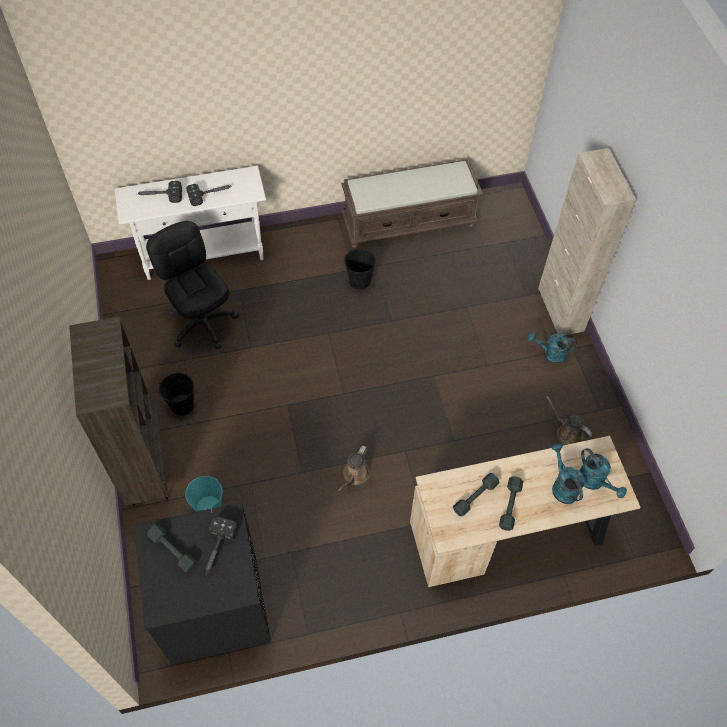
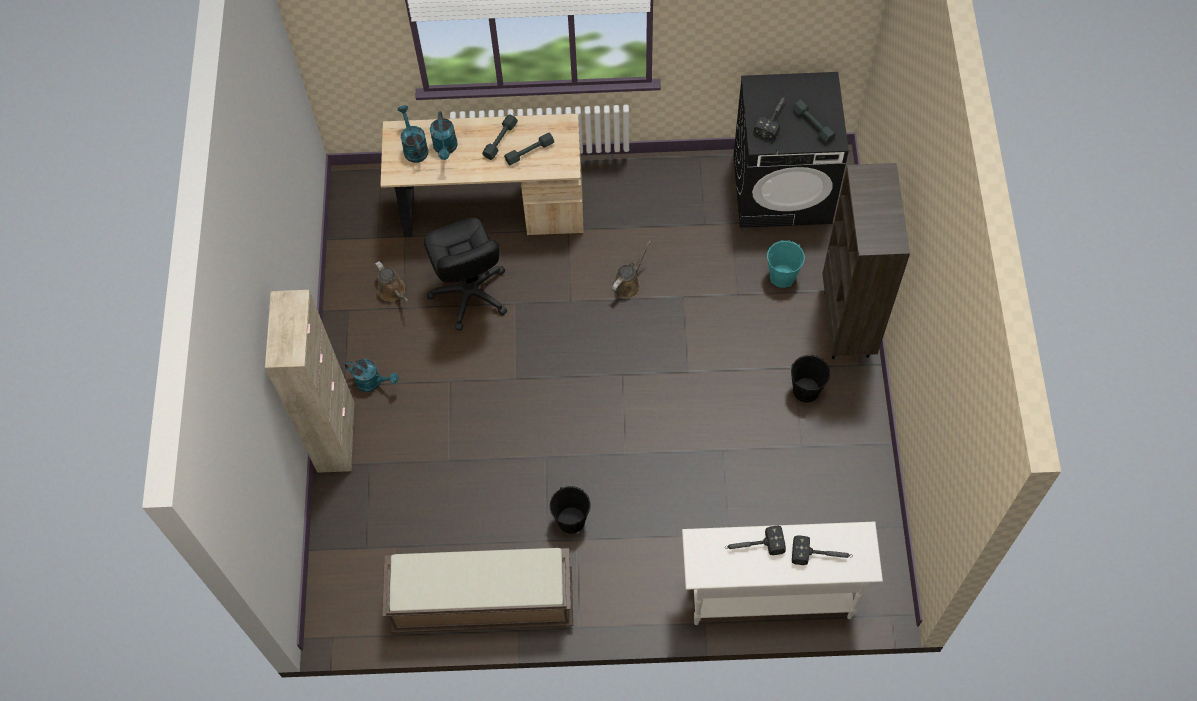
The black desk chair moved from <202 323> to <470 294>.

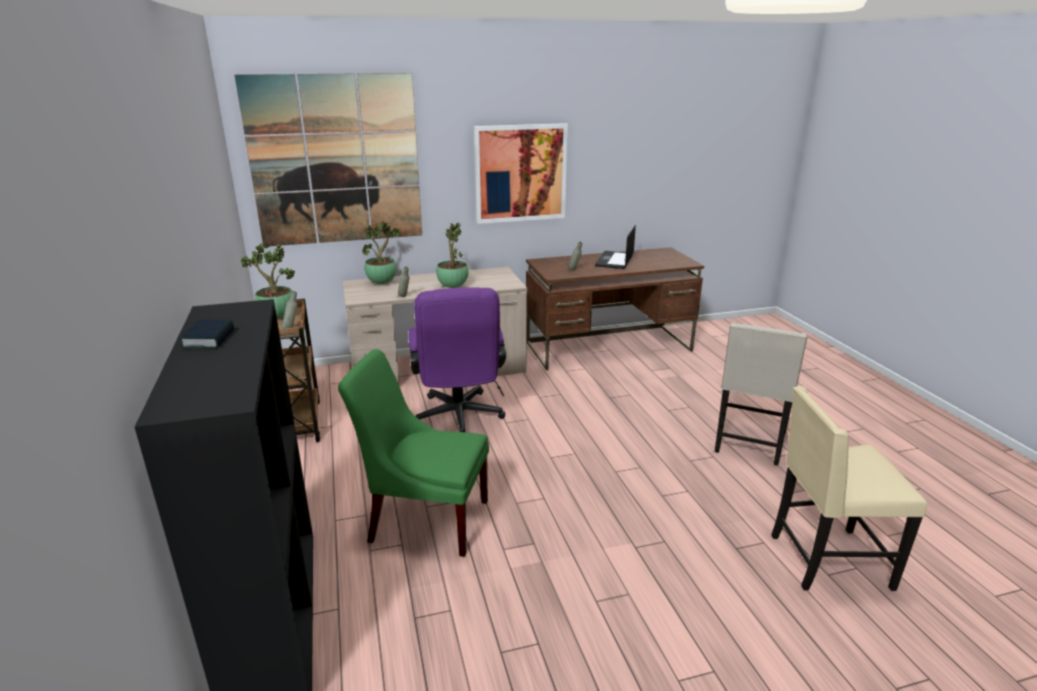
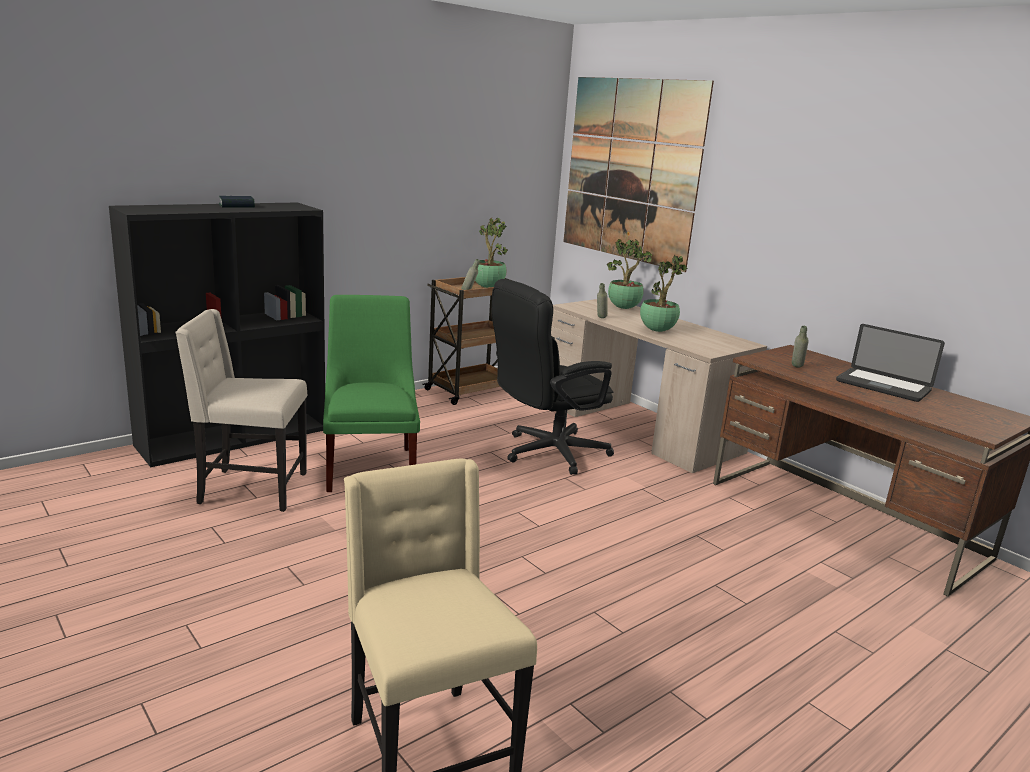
The sand-coloured plain chair moved from <749 442> to <250 489>.
The purple desk chair at <459 419> became the black desk chair at <546 453>.
The portable computer at <614 261> turned 135 degrees counterclockwise.
The picture at <520 173> disappeared.

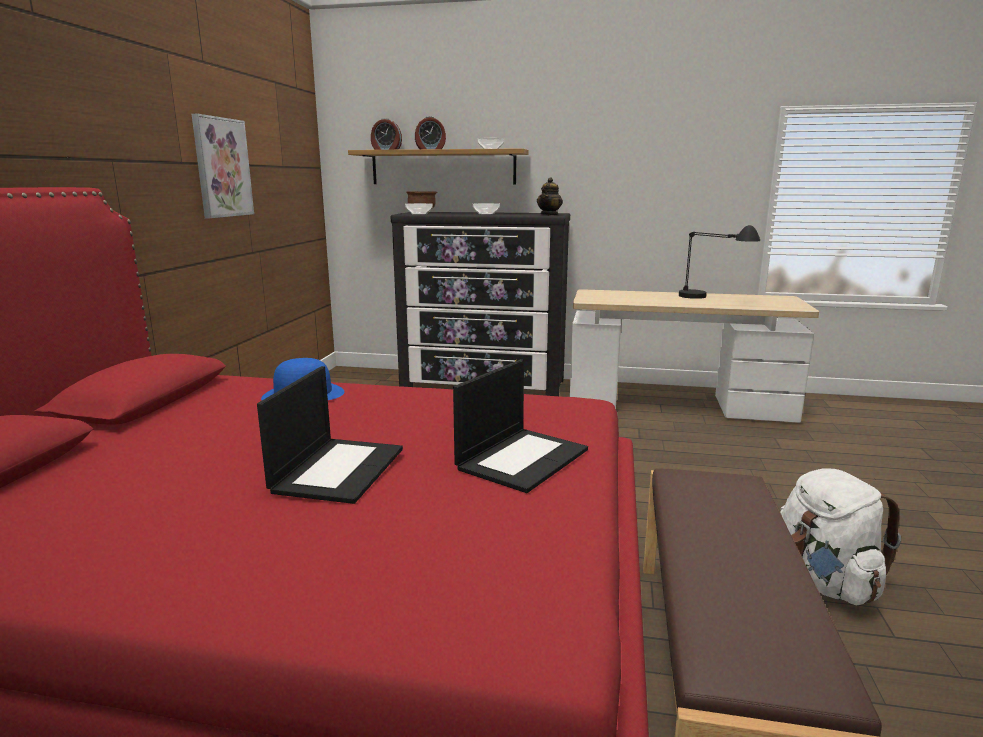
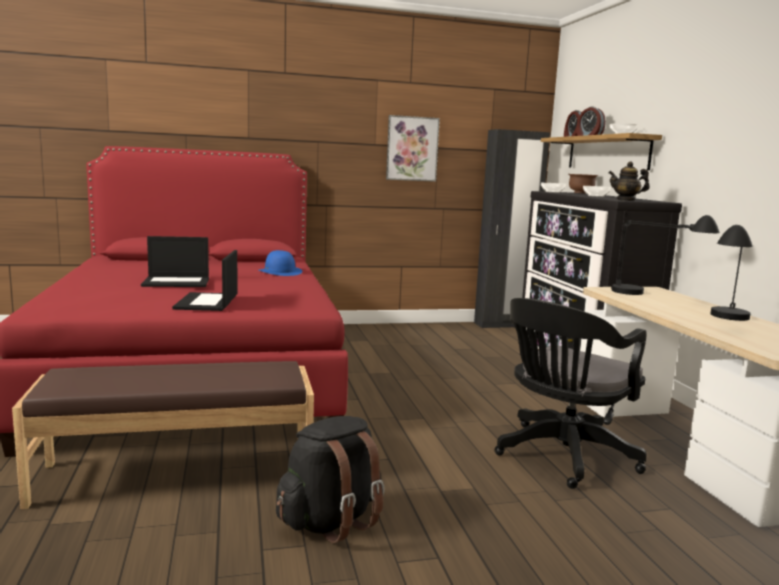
The portable computer at <522 458> turned 75 degrees clockwise.
The whitish backpack at <824 582> became the black backpack at <331 521>.
The black armoire at <502 325> appeared.
The black desk chair at <562 457> appeared.
The black lamp for a table at <654 296> appeared.

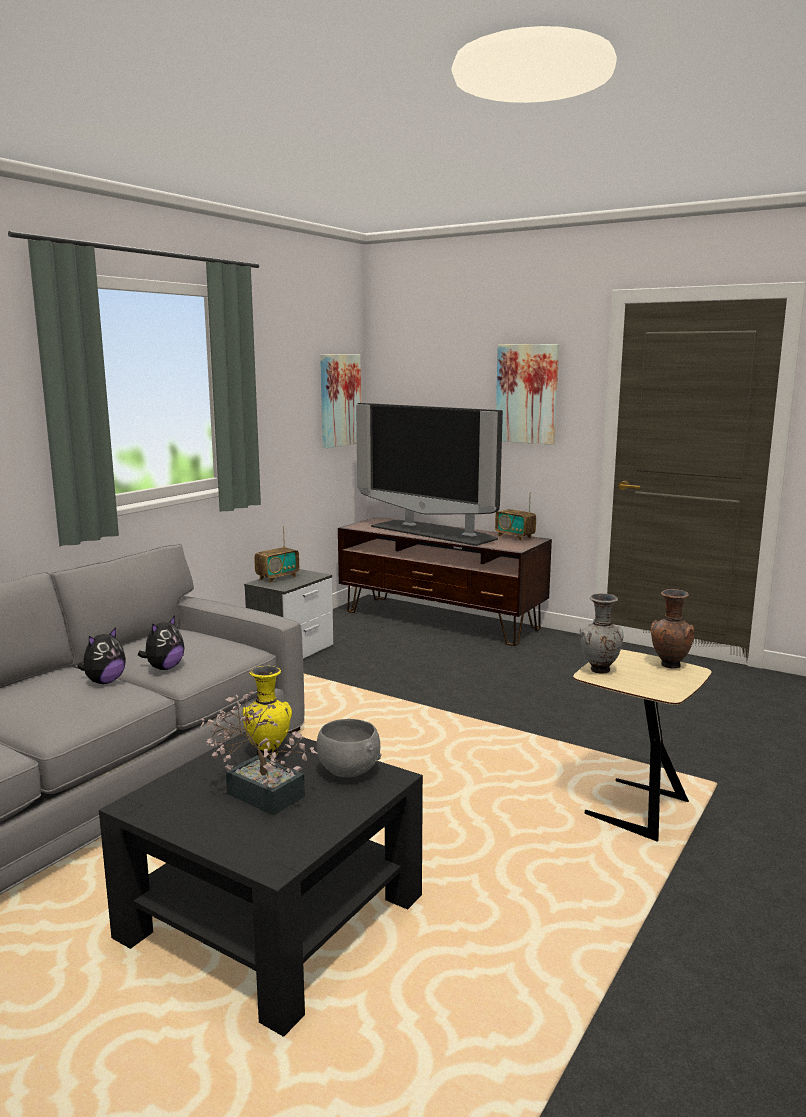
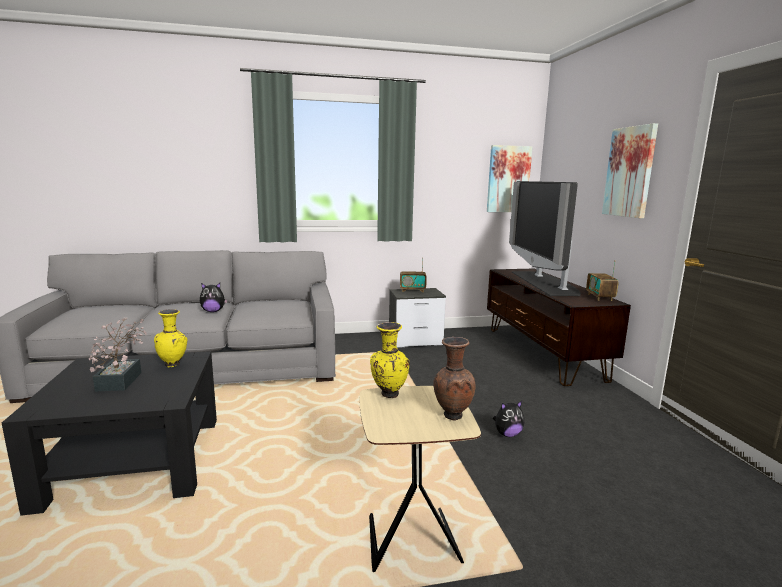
The gray decorative vase at <599 671> became the yellow-coloured decorative vase at <388 394>.
The plush toy moved from <164 668> to <507 434>.
The gray bowl at <348 771> disappeared.

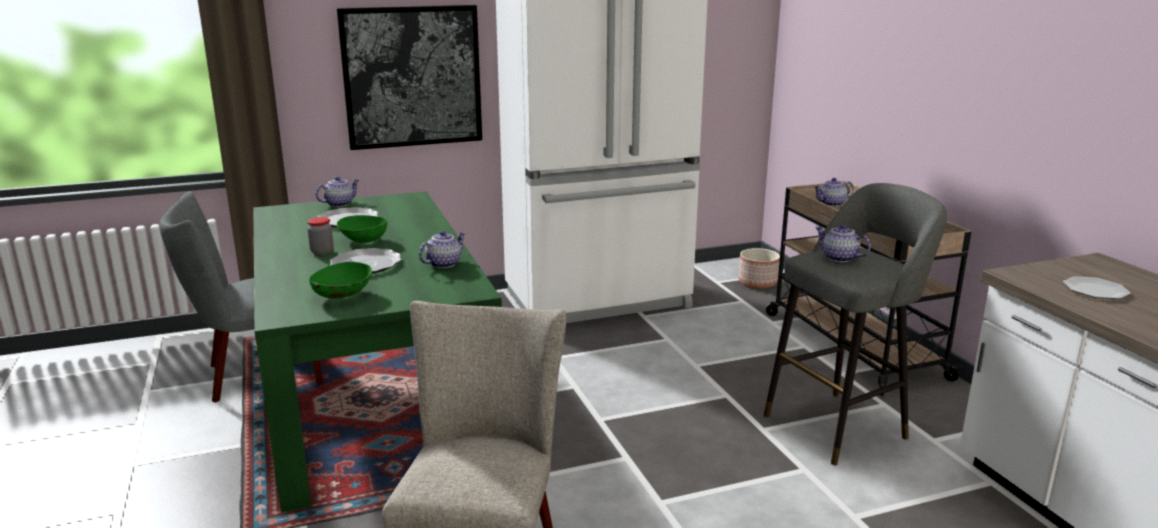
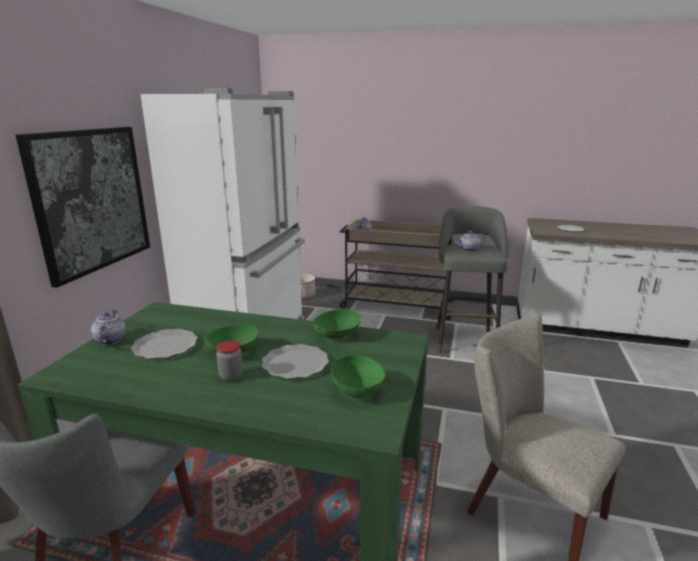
The teapot at <443 264> was replaced by the green-coloured bowl at <337 336>.

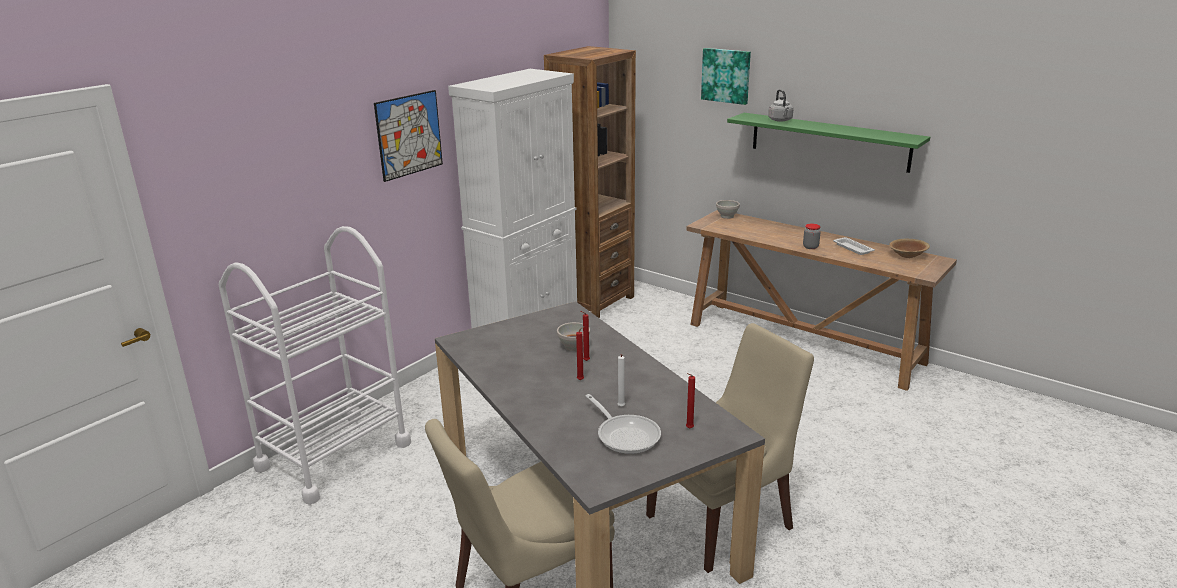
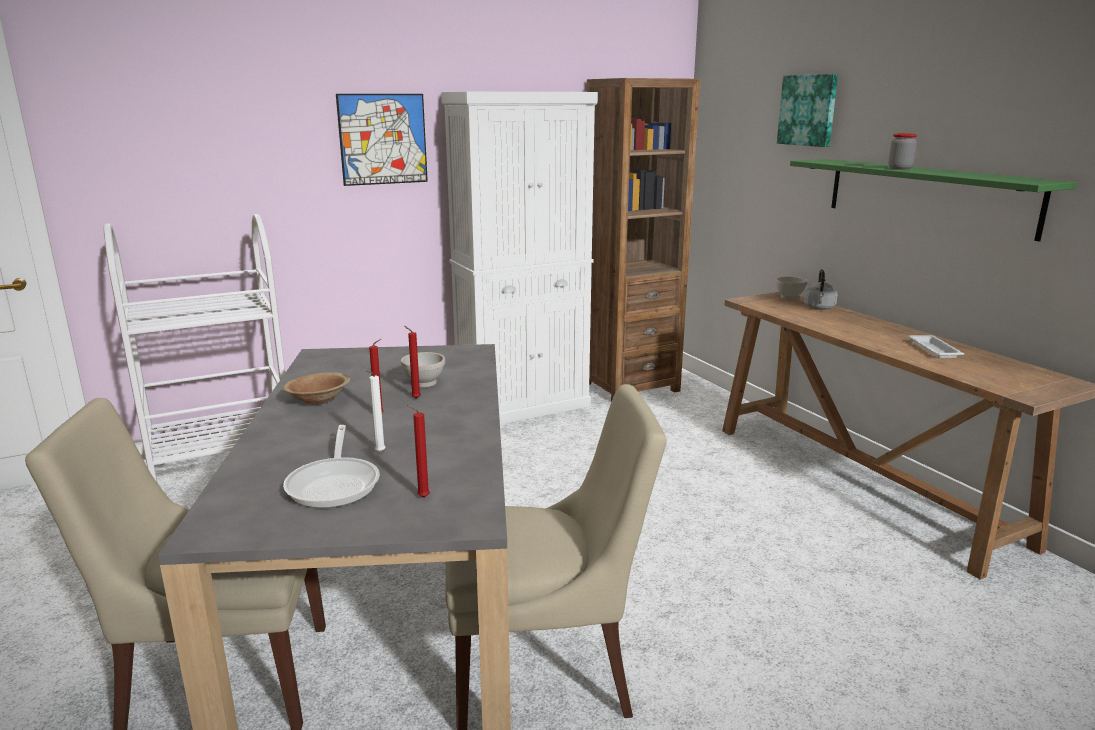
The brownish bowl moved from <907 255> to <318 400>.
The gray water kettle moved from <780 120> to <819 308>.
The storage jar moved from <810 247> to <900 168>.

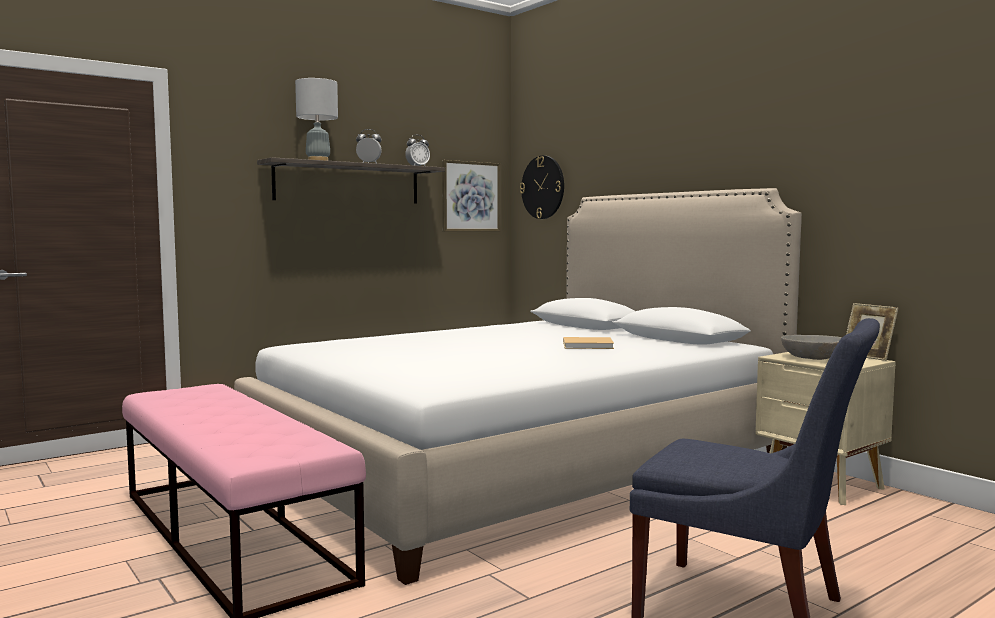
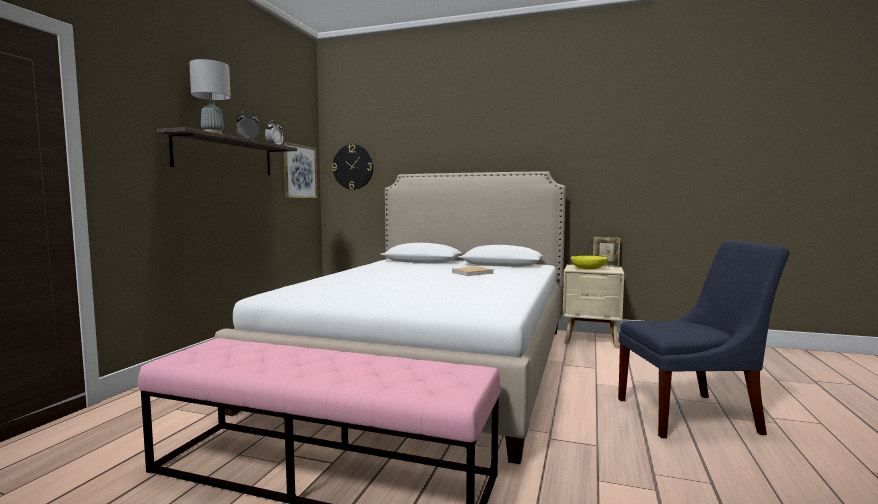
The gray bowl at <813 358> became the yellow-coloured bowl at <588 268>.

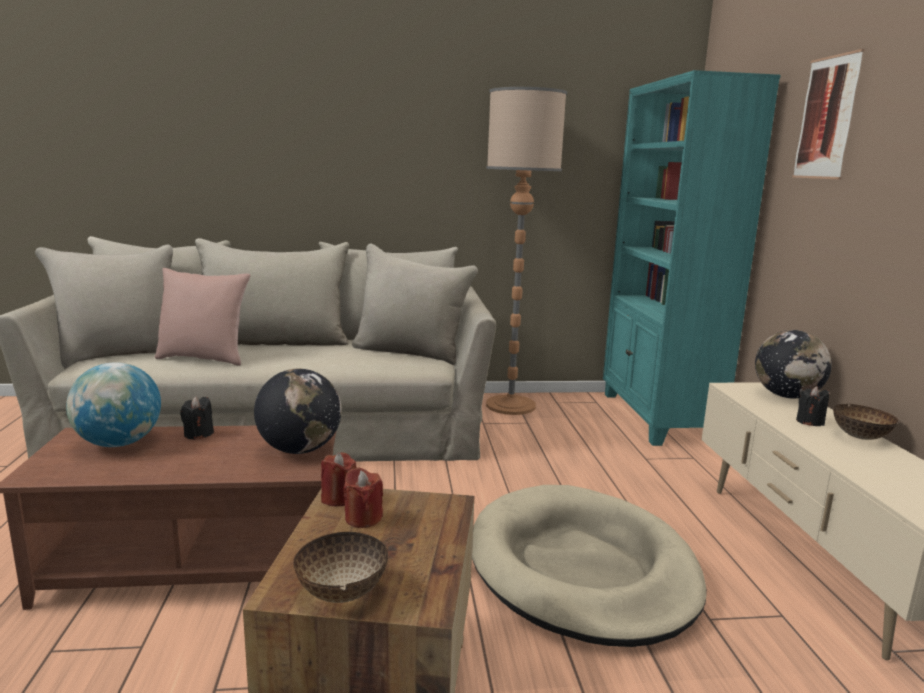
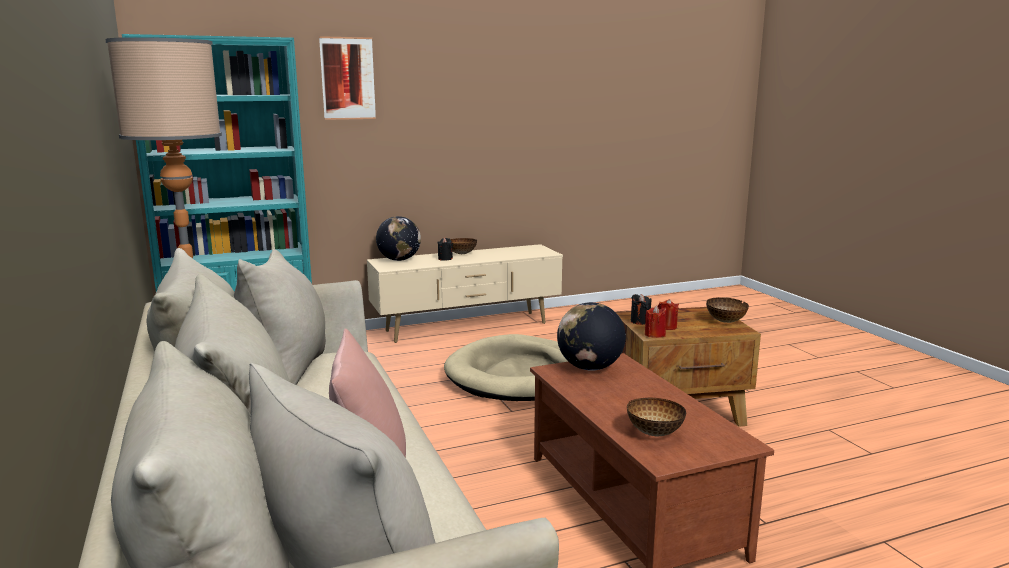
The world globe at <119 443> was replaced by the bowl at <655 433>.
The black wax candle moved from <198 434> to <640 321>.

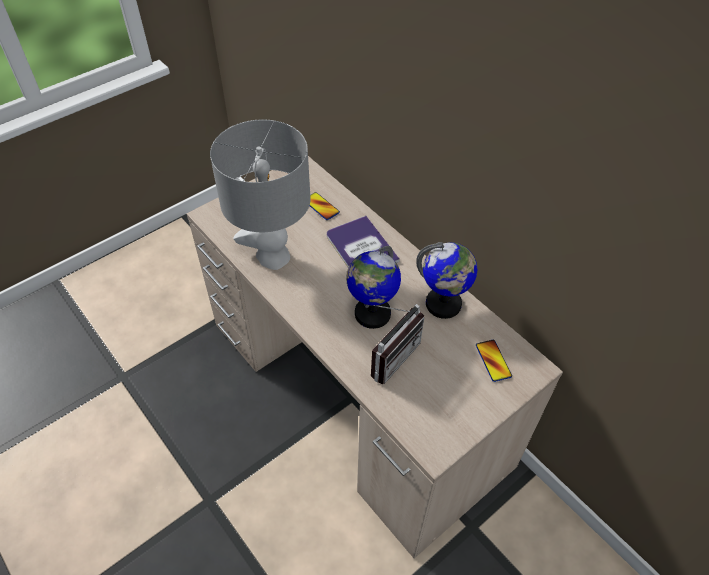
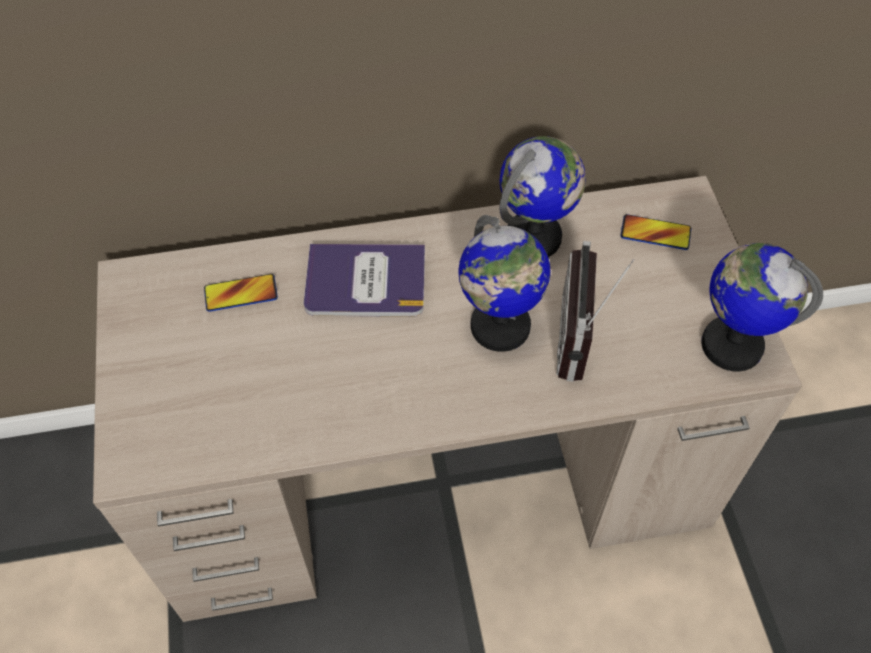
The radio receiver at <389 355> turned 150 degrees counterclockwise.
The world globe at <731 344> appeared.
The gray lamp for a table at <272 256> disappeared.

